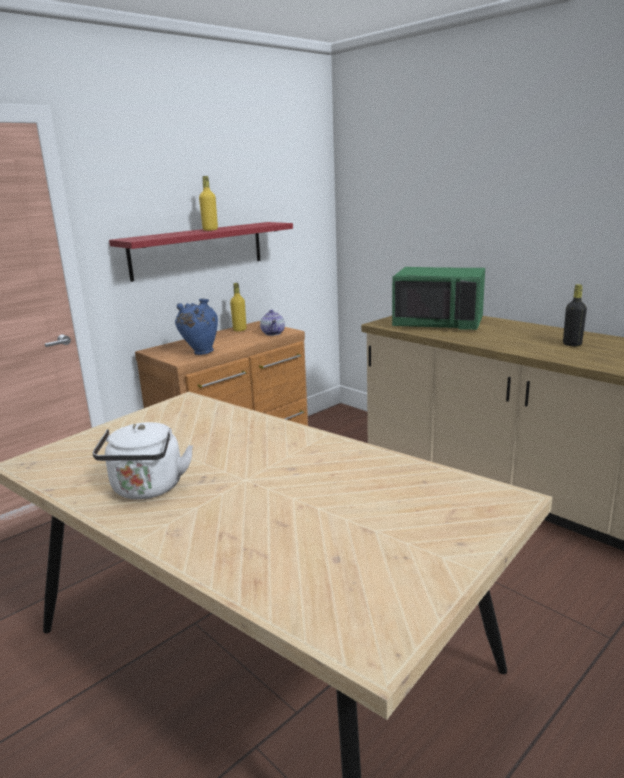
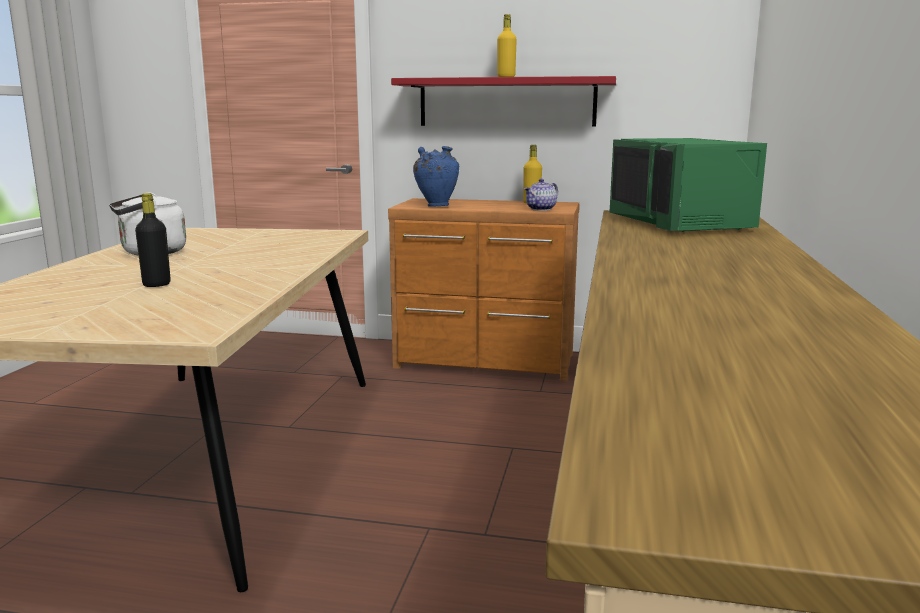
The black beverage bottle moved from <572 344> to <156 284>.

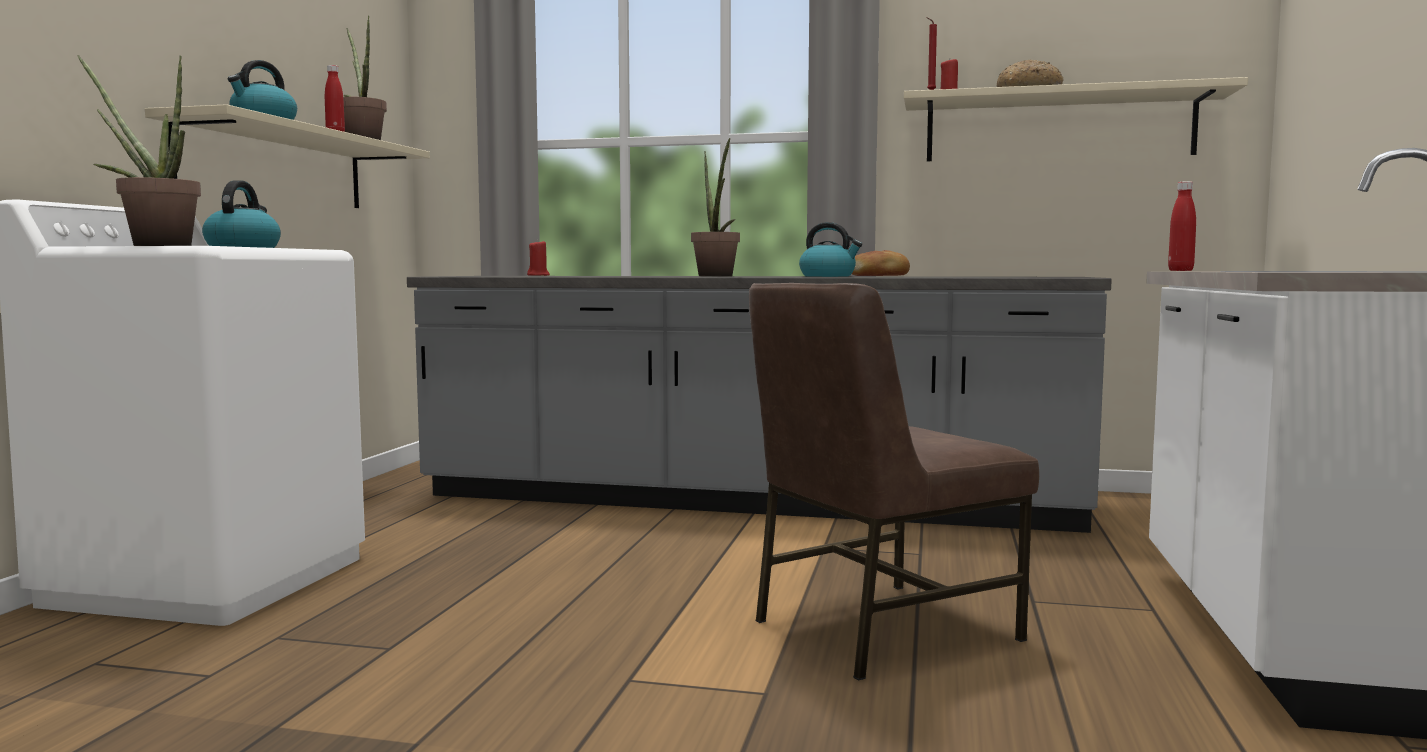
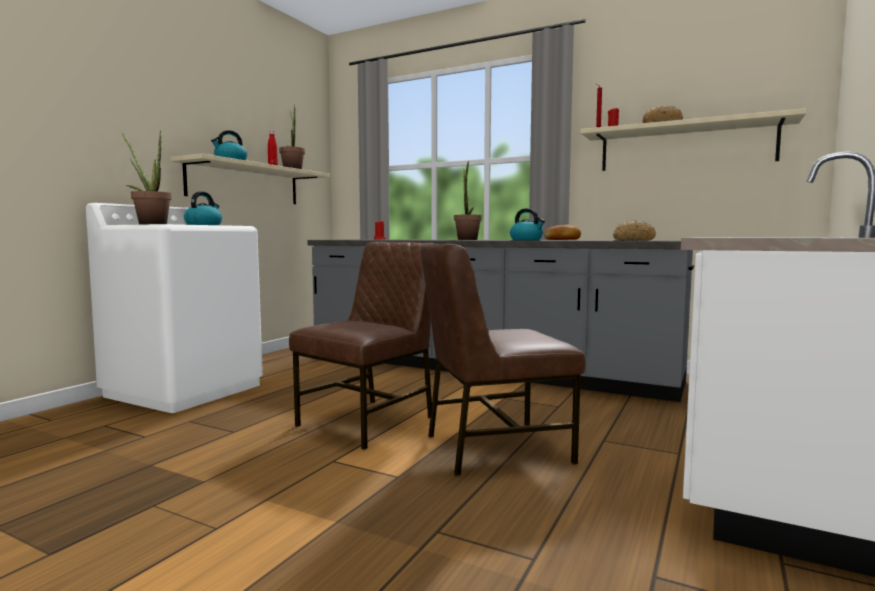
The brownish plain chair at <369 421> appeared.
The bakery bread at <633 240> appeared.
The red beverage bottle at <1180 270> disappeared.

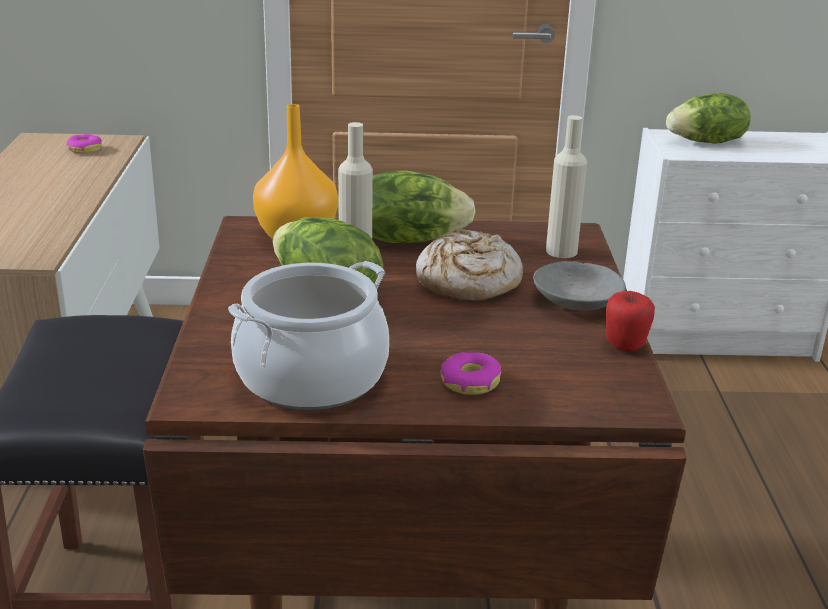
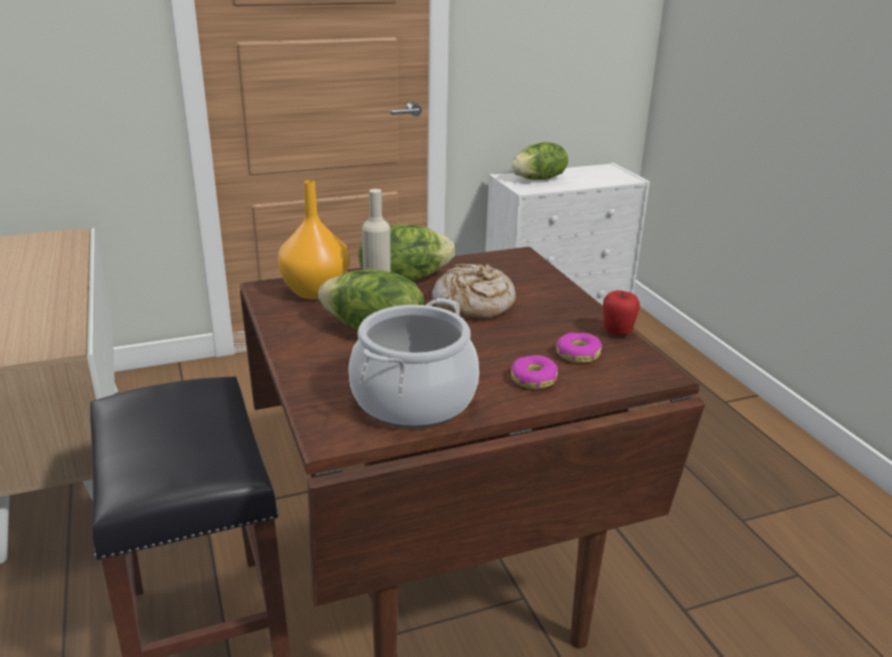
The ring doughnut moved from <85 149> to <577 354>.
The gray bowl at <578 301> disappeared.
The sand-coloured beverage bottle at <561 251> disappeared.

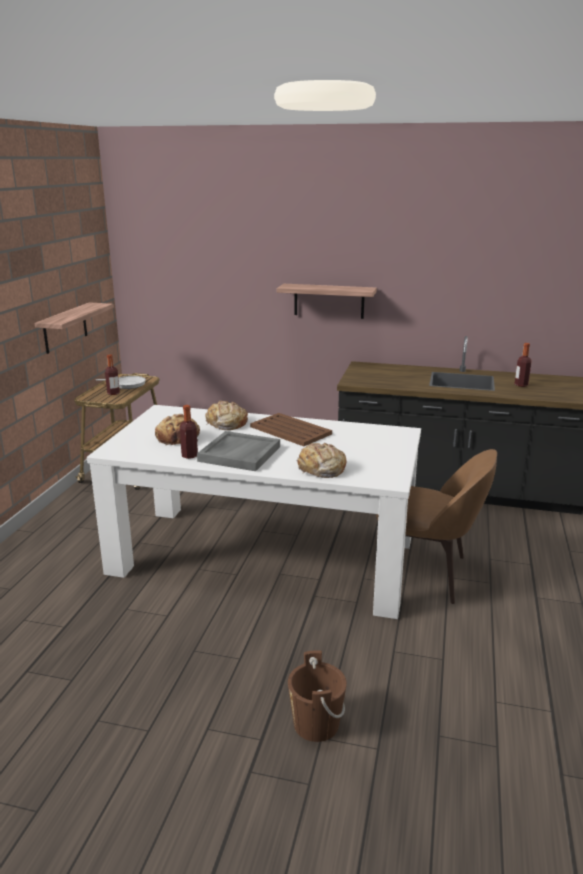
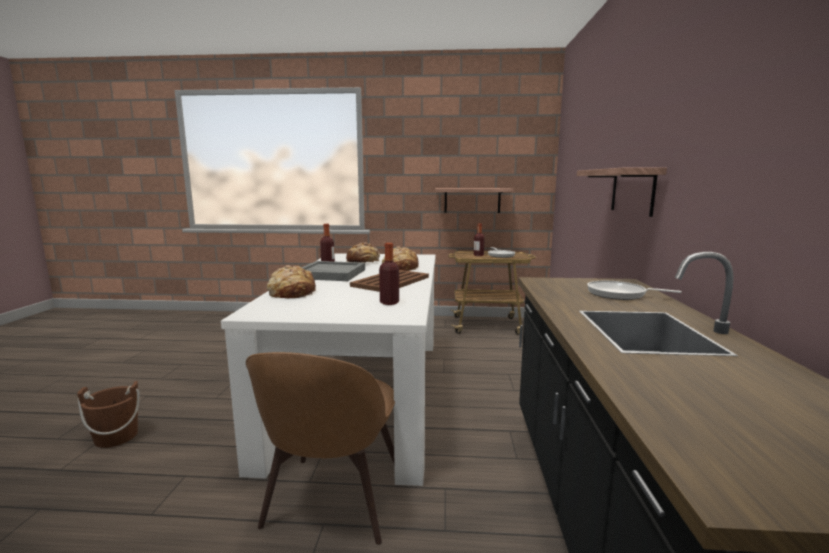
The beverage bottle moved from <521 385> to <389 302>.
The skillet at <620 294> appeared.

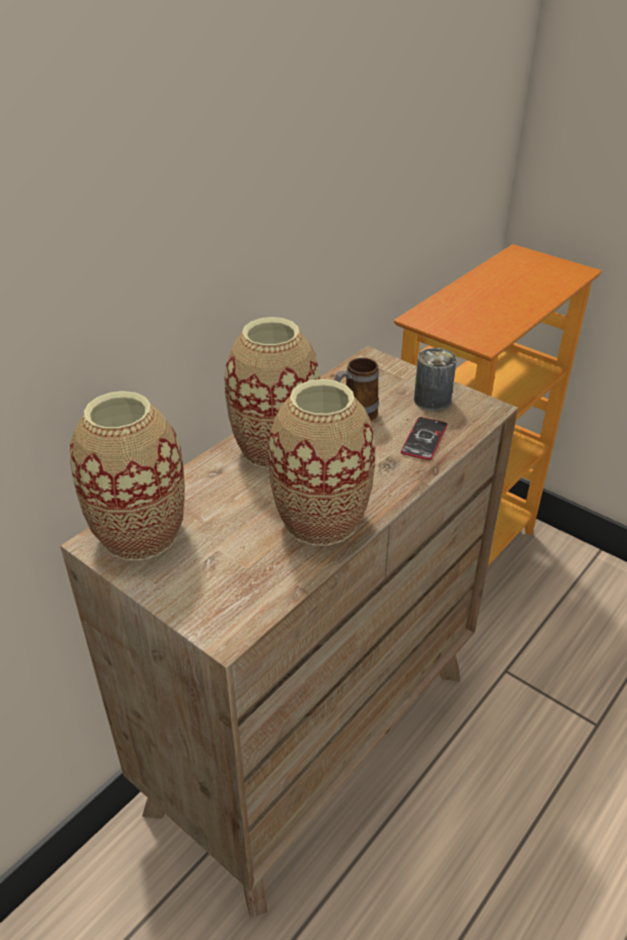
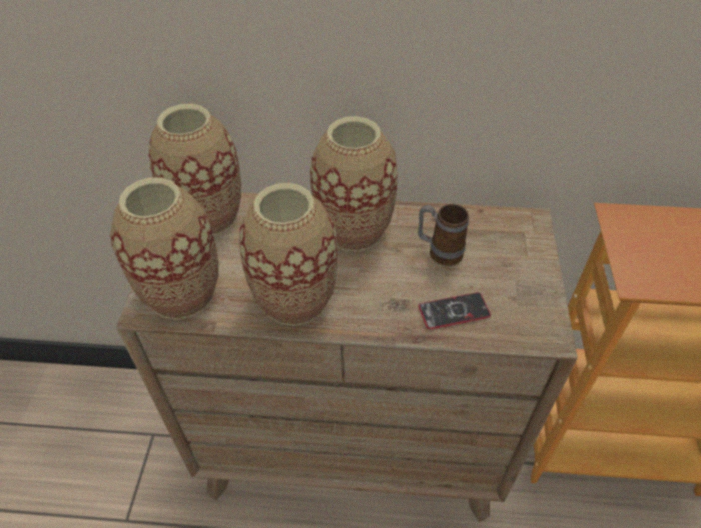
The decorative vase at <181 292> appeared.
The can at <432 400> disappeared.

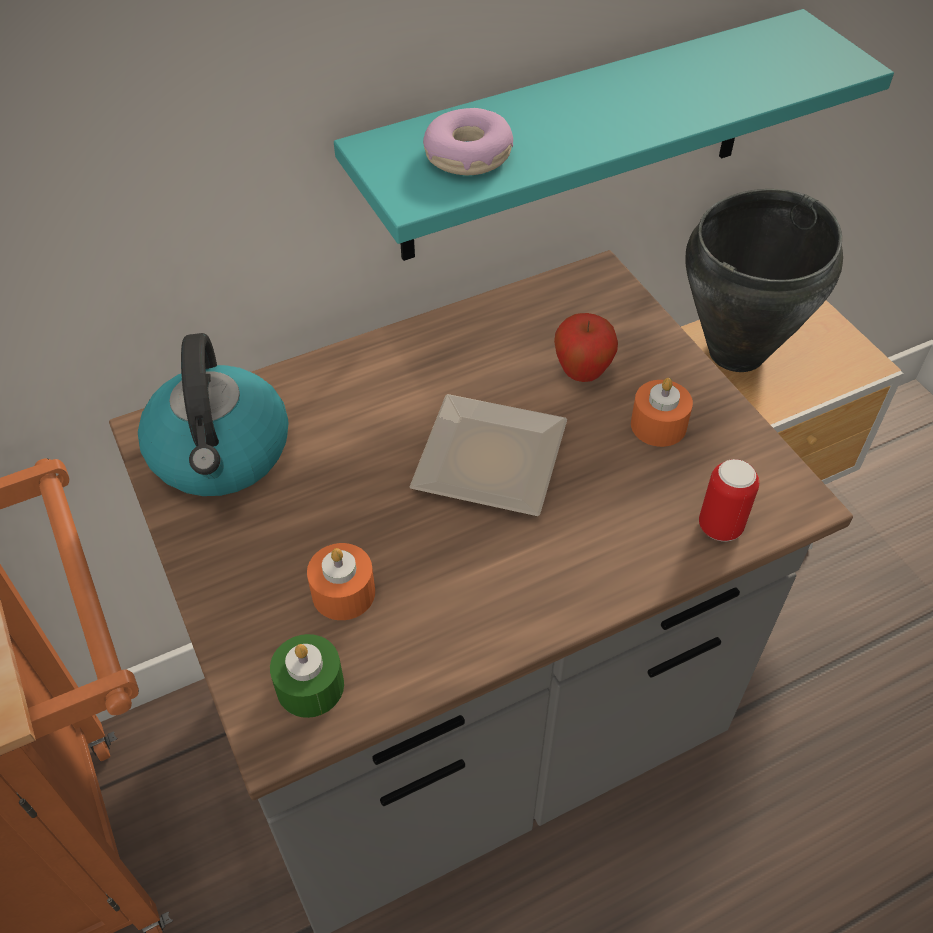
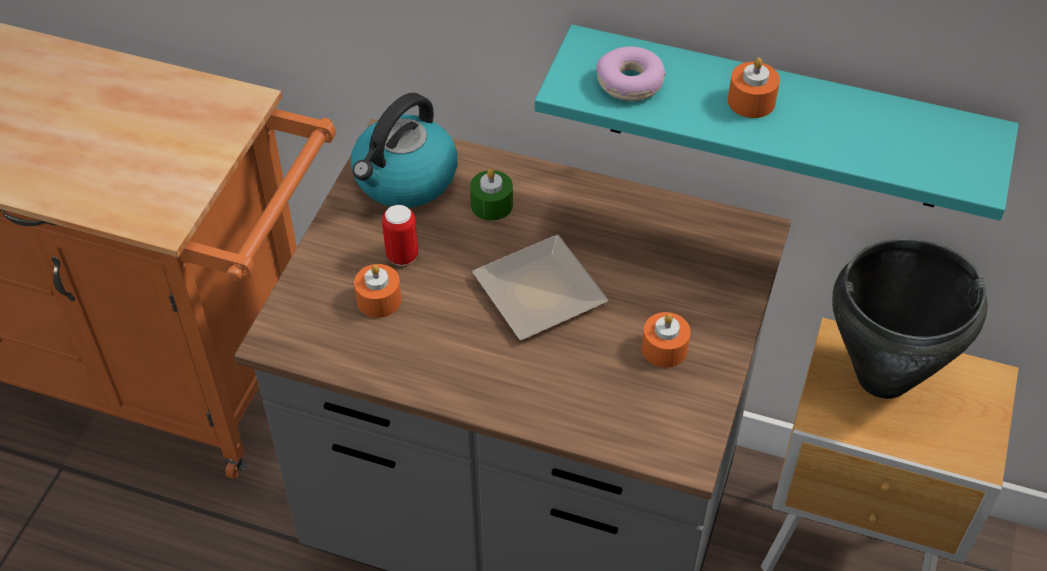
The can moved from <720 527> to <402 255>.
The green-coloured wax candle moved from <310 686> to <491 204>.
The orangey wax candle at <751 101> appeared.
The apple at <582 373> disappeared.

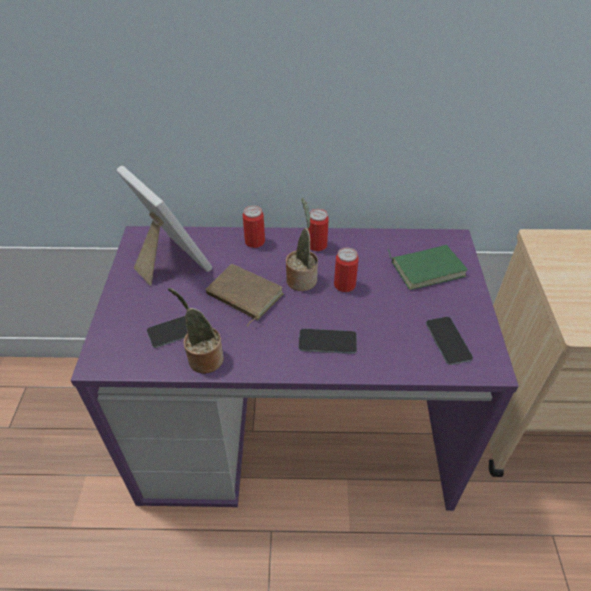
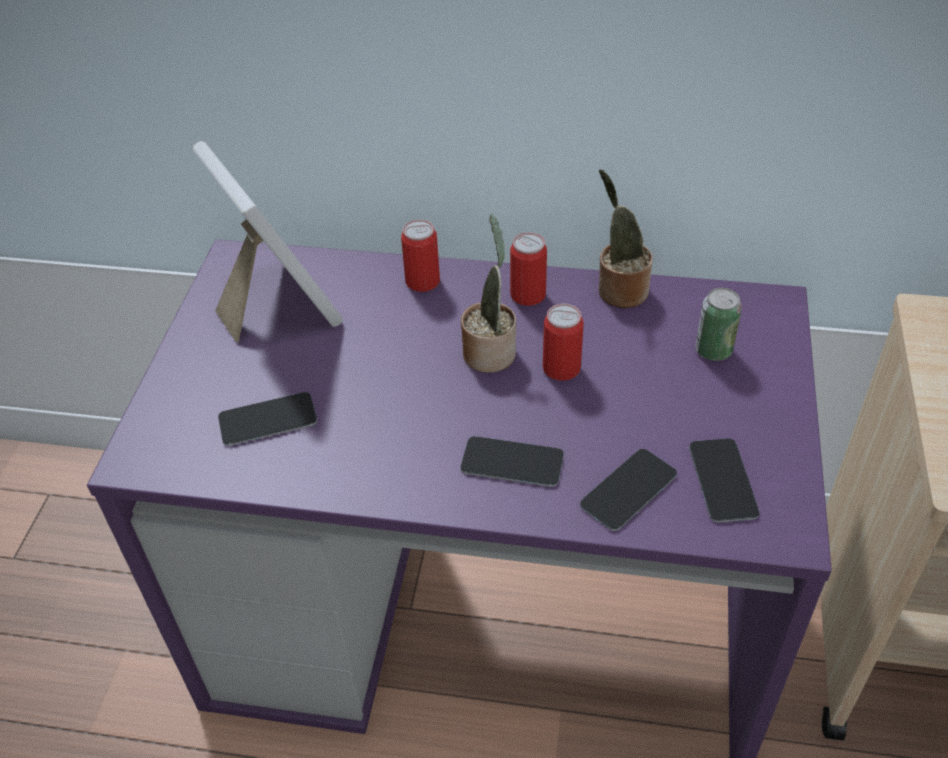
The handset at <628 490> appeared.
The potted plant moved from <203 358> to <619 290>.
The green-coloured bound book at <427 268> was replaced by the can at <713 350>.
The brownish bound book at <243 296> disappeared.

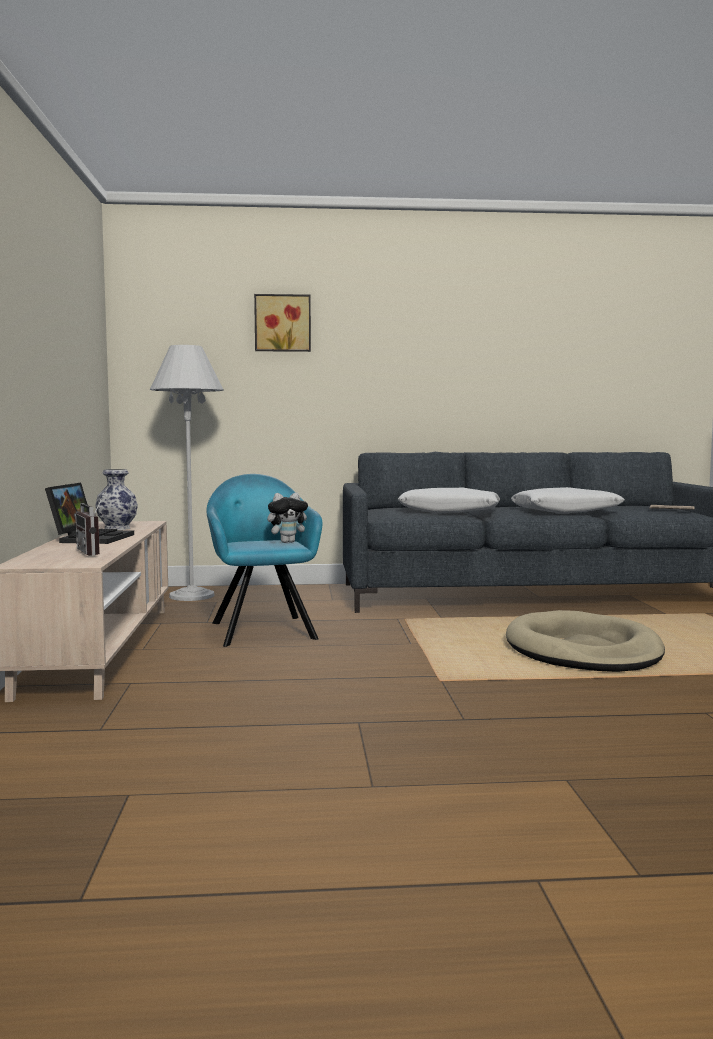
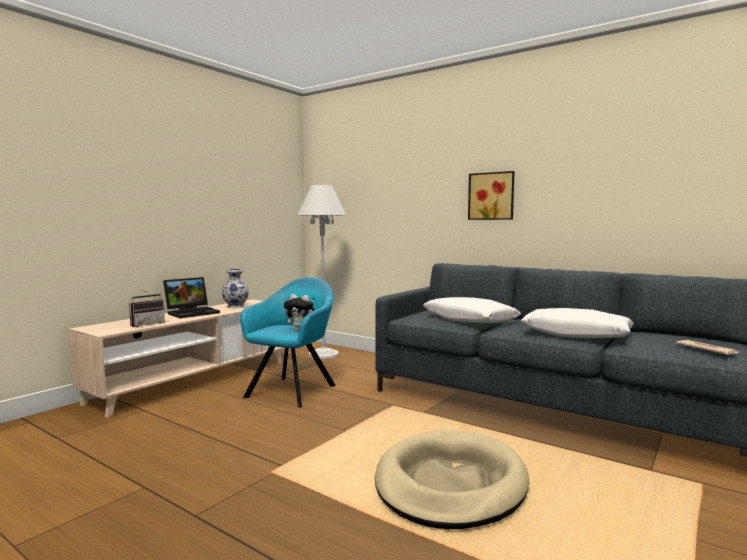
The radio receiver at <95 552> turned 150 degrees counterclockwise.
The picture moved from <282 323> to <491 196>.

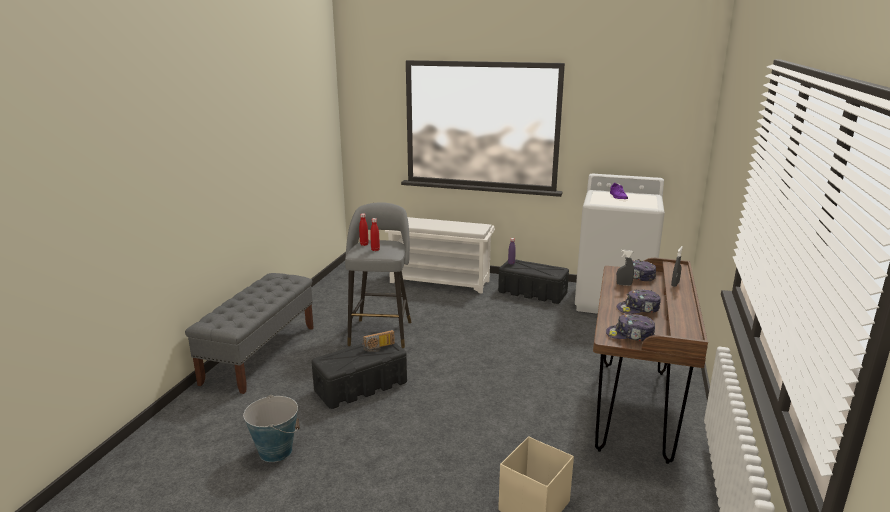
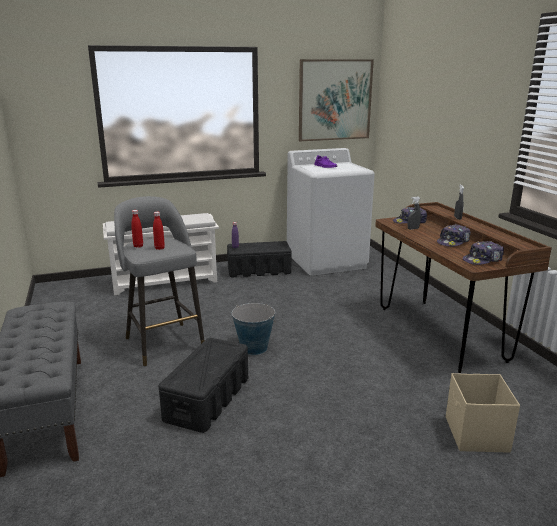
The pail moved from <275 451> to <254 348>.
The picture at <335 100> appeared.
The radio receiver at <379 348> disappeared.

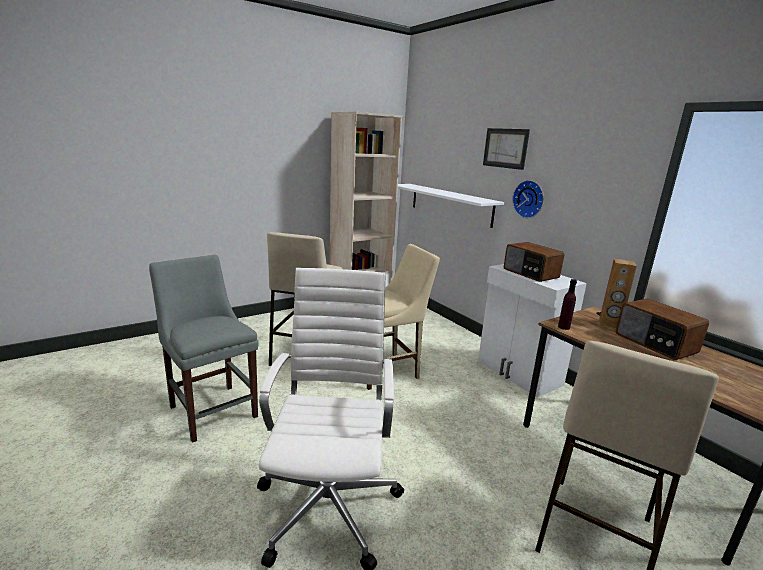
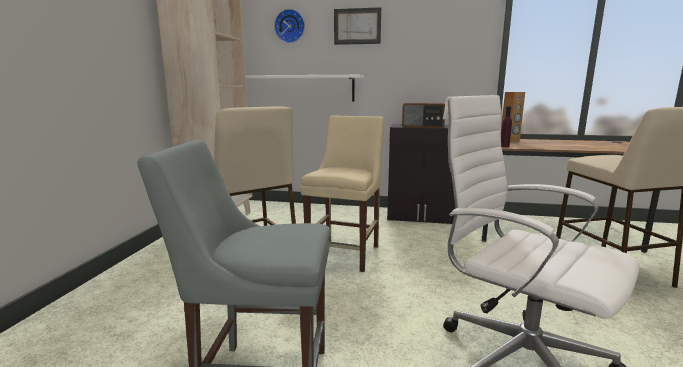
The clock on the wall moved from <529 199> to <290 26>.
The whitish storage cabinet at <518 373> became the black storage cabinet at <421 216>.
The radio receiver at <655 343> disappeared.

